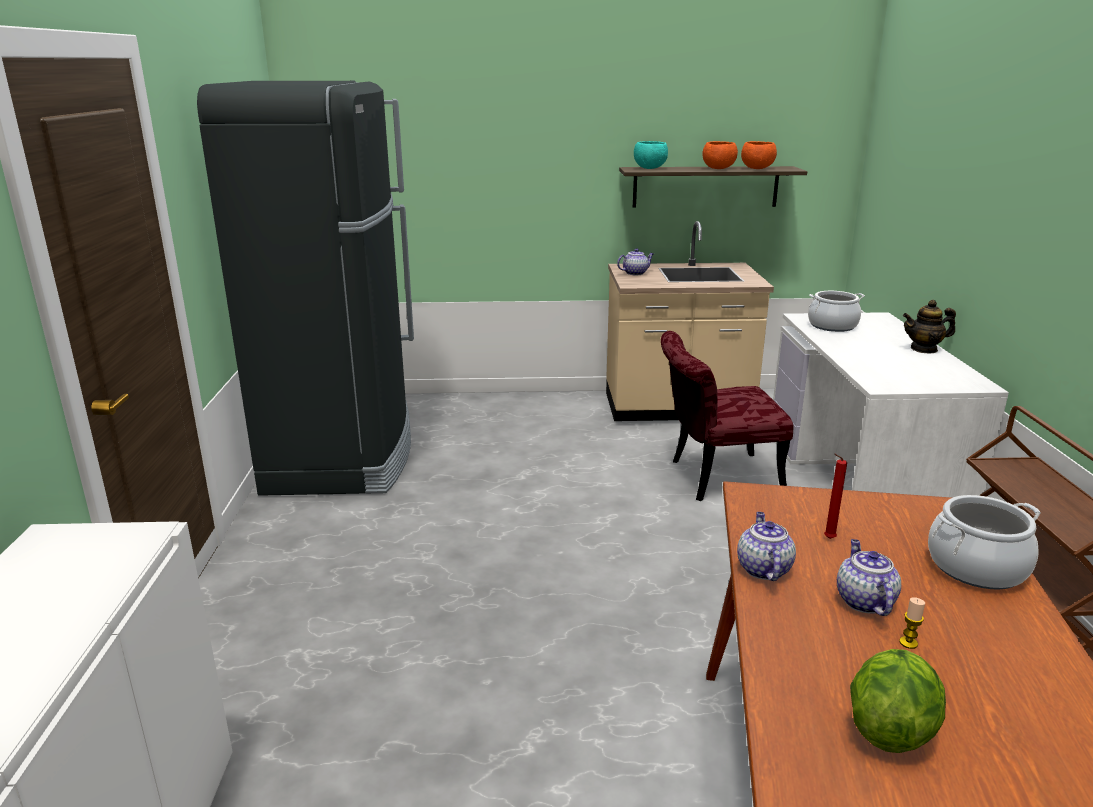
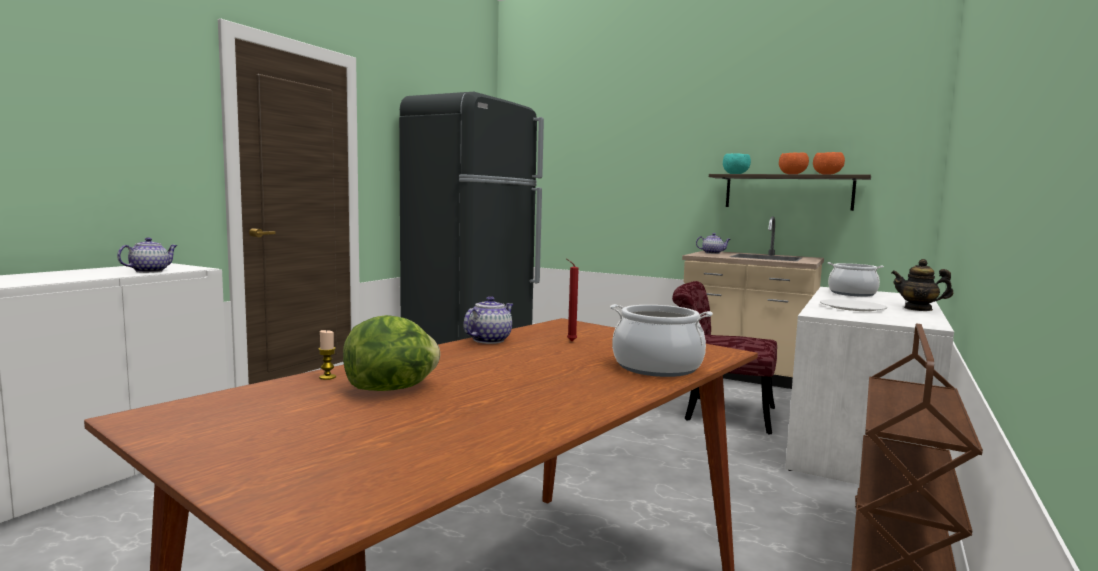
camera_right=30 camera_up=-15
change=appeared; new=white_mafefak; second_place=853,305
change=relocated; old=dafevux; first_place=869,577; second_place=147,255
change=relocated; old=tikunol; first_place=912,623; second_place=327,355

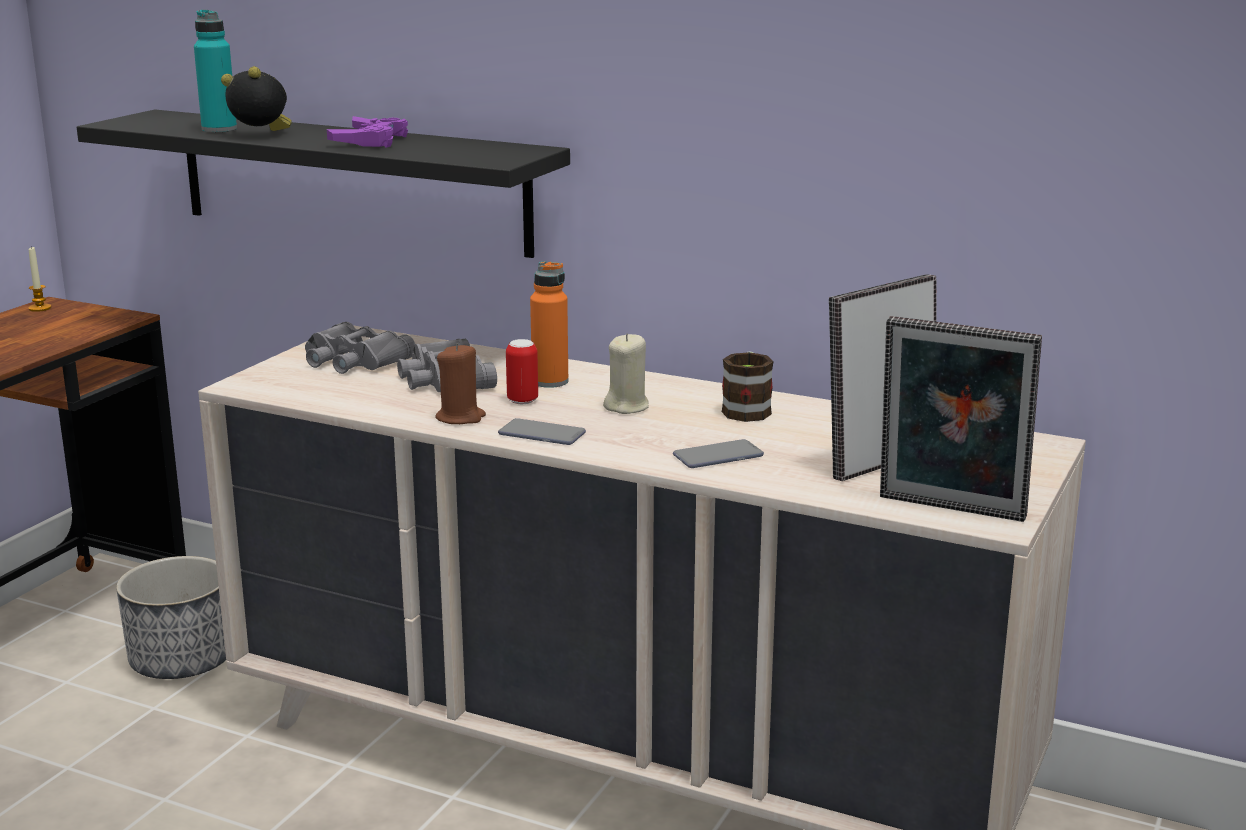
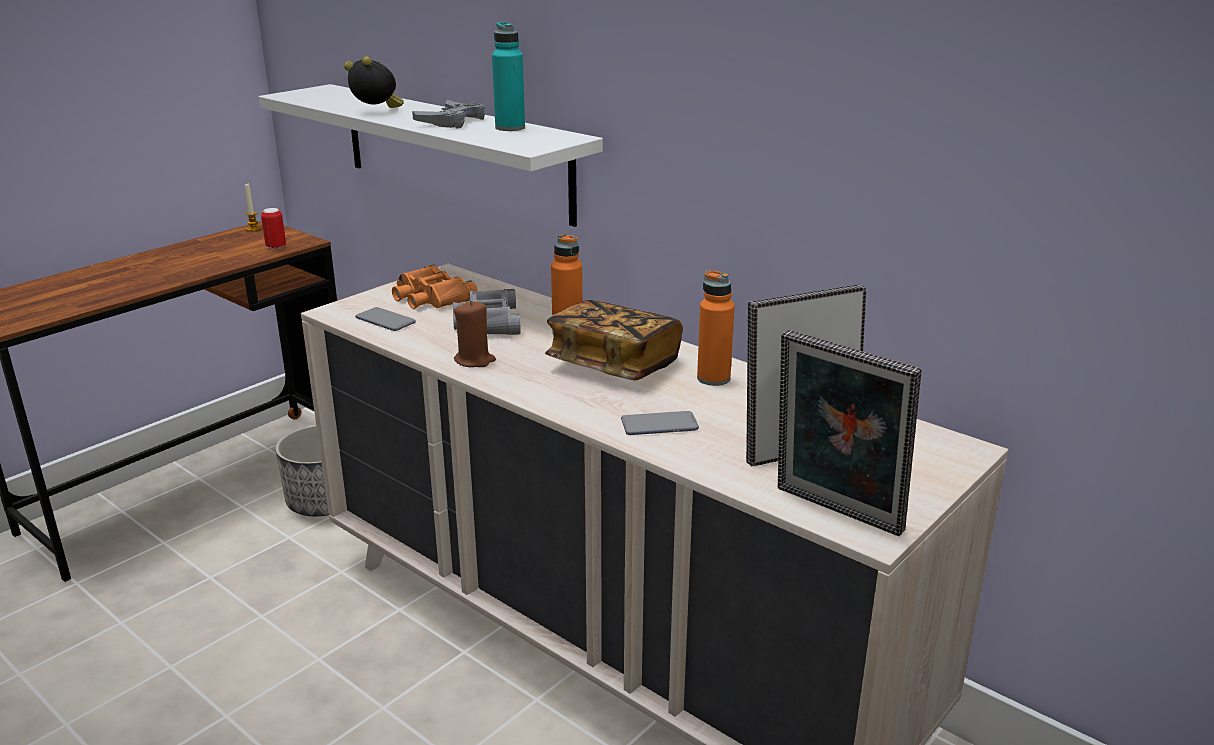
camera_right=15 camera_up=5
change=relocated; old=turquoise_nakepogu; first_place=215,71; second_place=508,76
change=relocated; old=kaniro; first_place=542,431; second_place=385,319
change=relocated; old=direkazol; first_place=522,371; second_place=273,229
change=exchanged; old=beige_tikunol; new=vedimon; first_place=626,373; second_place=614,340
change=exchanged; old=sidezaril; new=orange_nakepogu; first_place=748,386; second_place=716,328
change=colour; old=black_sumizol; new=white_sumizol; first_place=323,183; second_place=431,155
change=colour; old=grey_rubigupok; new=orange_rubigupok; first_place=360,348; second_place=435,287
change=colour; old=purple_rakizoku; new=grey_rakizoku; first_place=367,132; second_place=448,114

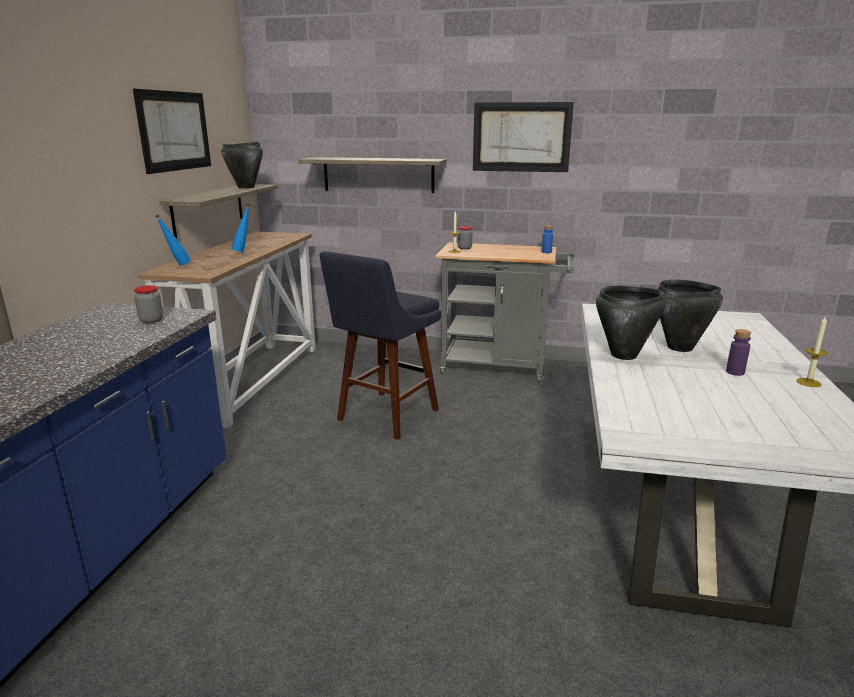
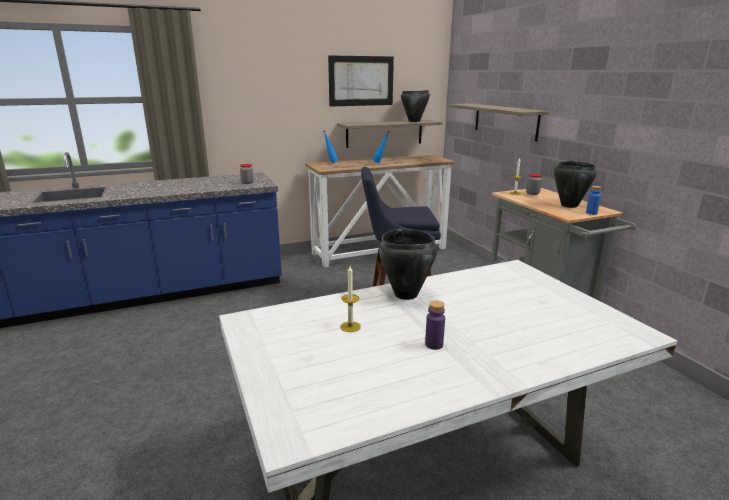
camera_right=55 camera_up=0
change=missing; old=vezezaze; first_place=523,137
change=relocated; old=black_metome; first_place=690,315; second_place=575,184
change=relocated; old=tikunol; first_place=812,351; second_place=350,299

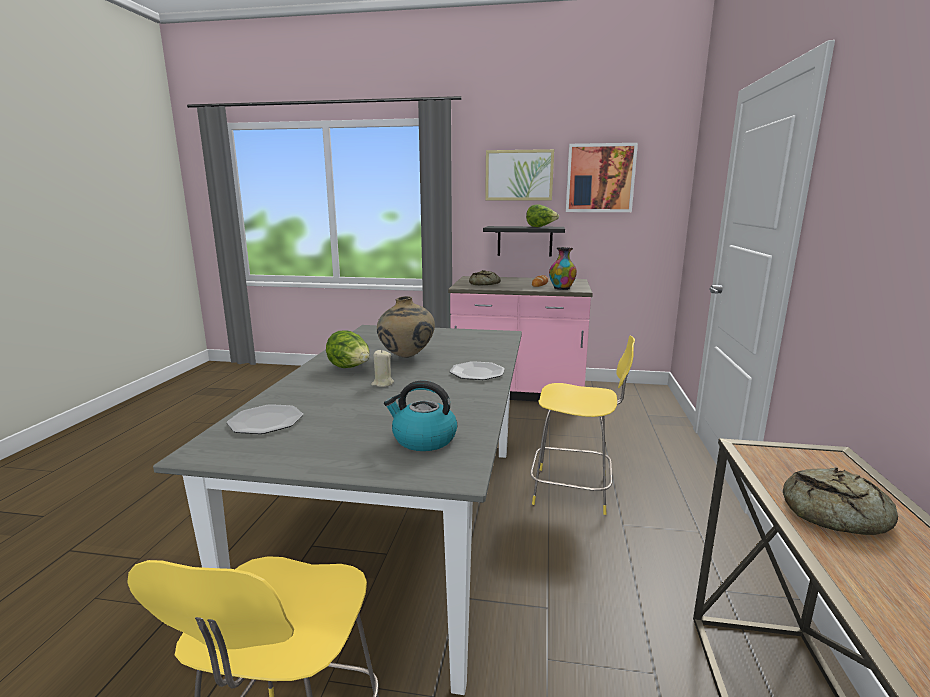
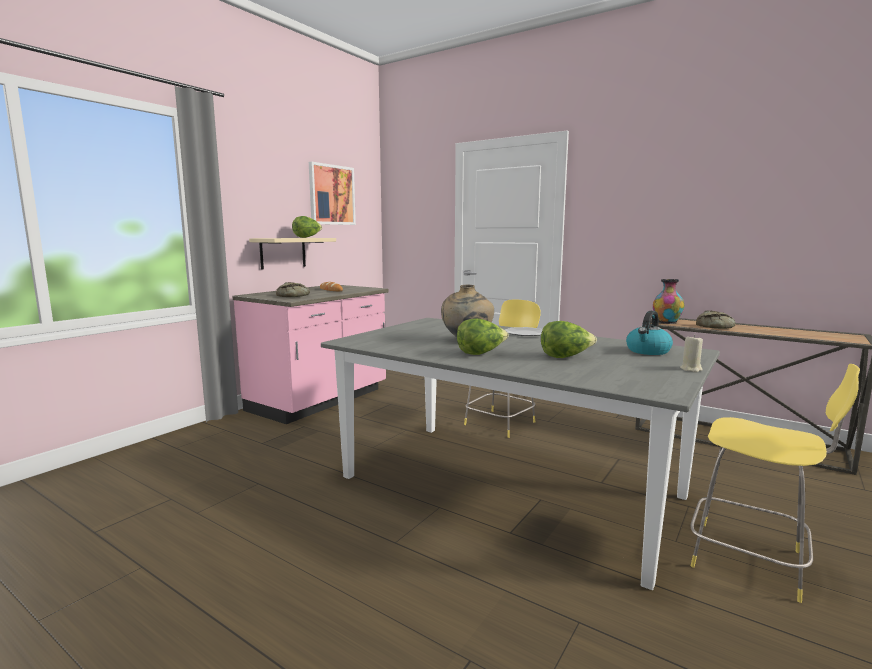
camera_right=-65 camera_up=-5
change=missing; old=mafefak; first_place=265,419
change=missing; old=vezezaze; first_place=519,174
change=appeared; new=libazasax; second_place=569,339
change=relocated; old=beige_tikunol; first_place=382,368; second_place=691,353
change=relocated; old=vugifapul; first_place=563,268; second_place=668,301
change=colour; old=black_sumizol; new=beige_sumizol; first_place=524,241; second_place=292,254

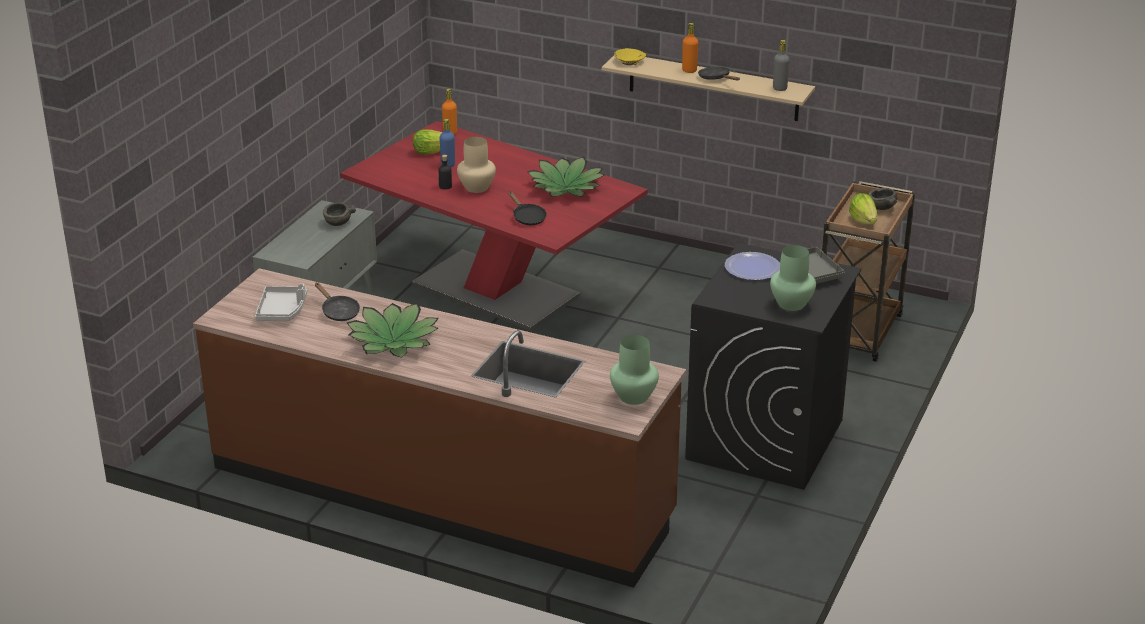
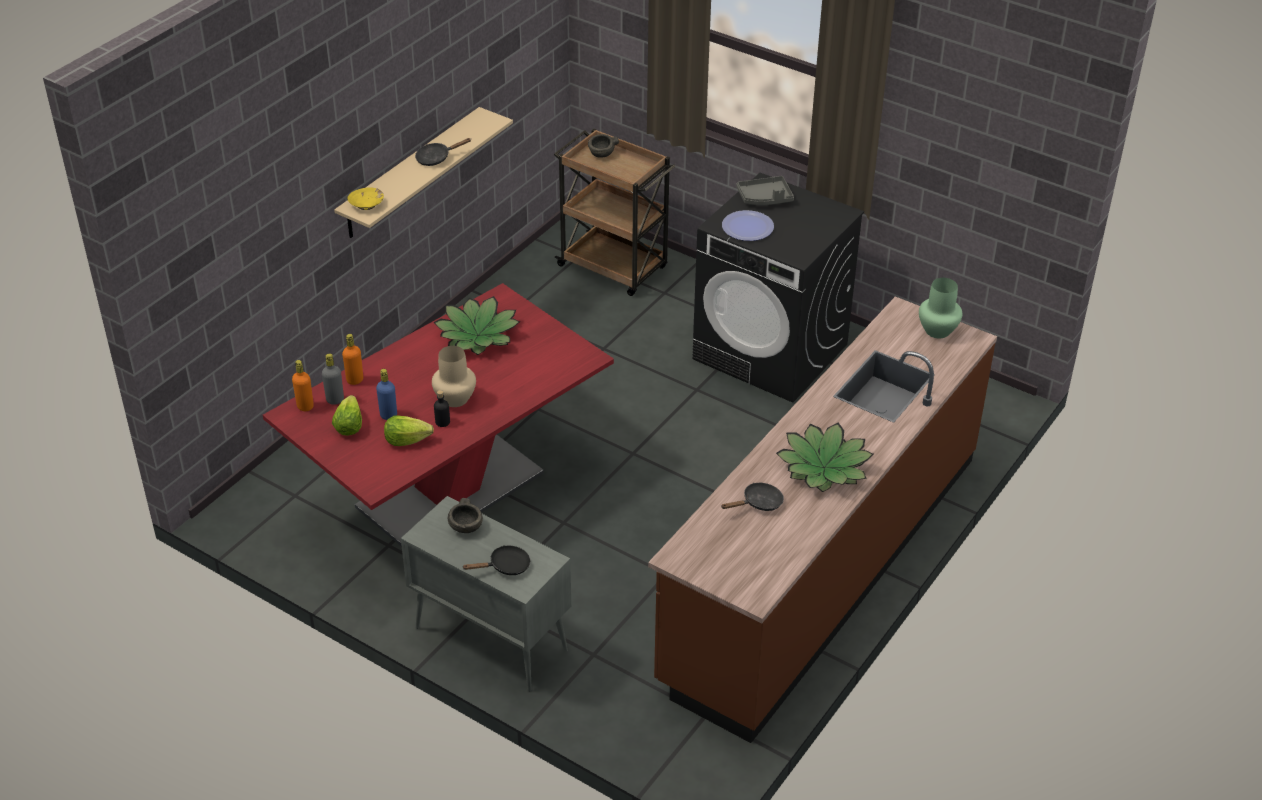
camera_right=-80 camera_up=10
change=missing; old=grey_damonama; first_place=281,302
change=missing; old=green_vugifapul; first_place=793,278
change=relocated; old=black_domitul; first_place=527,208; second_place=496,560
change=relocated; old=orange_nakepogu; first_place=690,48; second_place=352,359
change=relocated; old=grey_nakepogu; first_place=781,65; second_place=333,379
change=relocated; old=libazasax; first_place=863,209; second_place=409,431

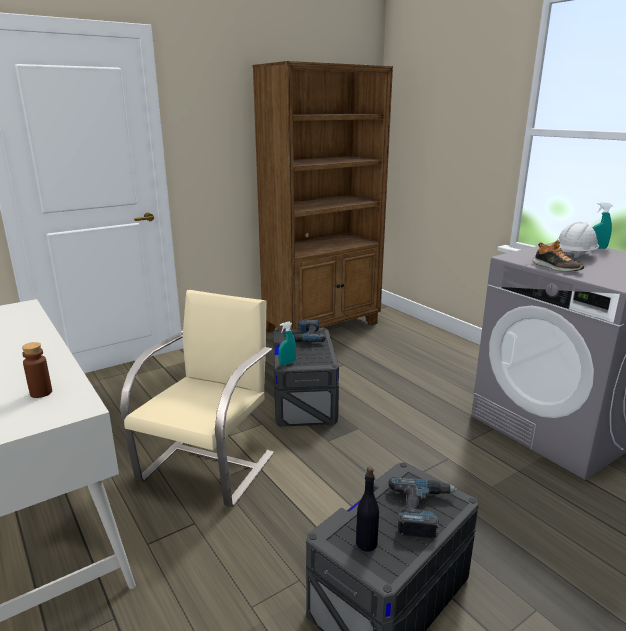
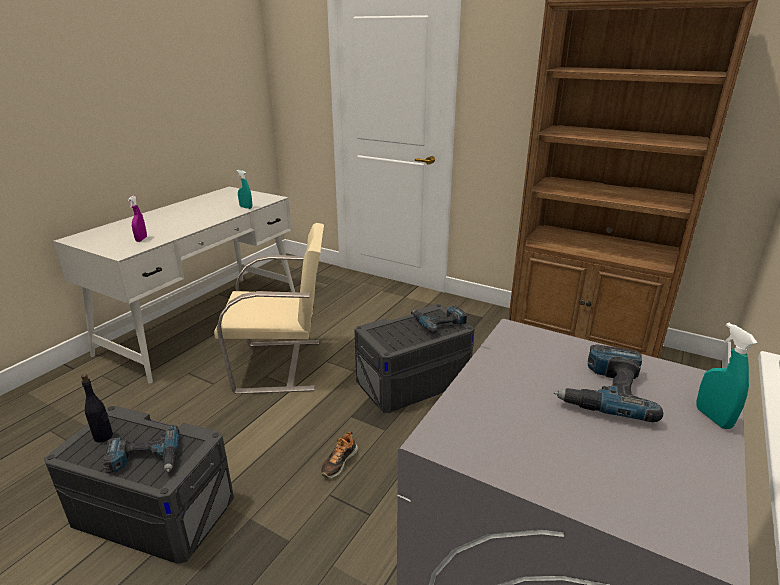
camera_right=65 camera_up=5
change=relocated; old=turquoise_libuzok; first_place=287,343; second_place=244,189
change=relocated; old=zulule; first_place=558,256; second_place=339,455
change=exchanged; old=brown_nakepogu; new=purple_libuzok; first_place=37,370; second_place=137,219
change=exchanged; old=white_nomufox; new=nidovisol; first_place=578,240; second_place=608,383

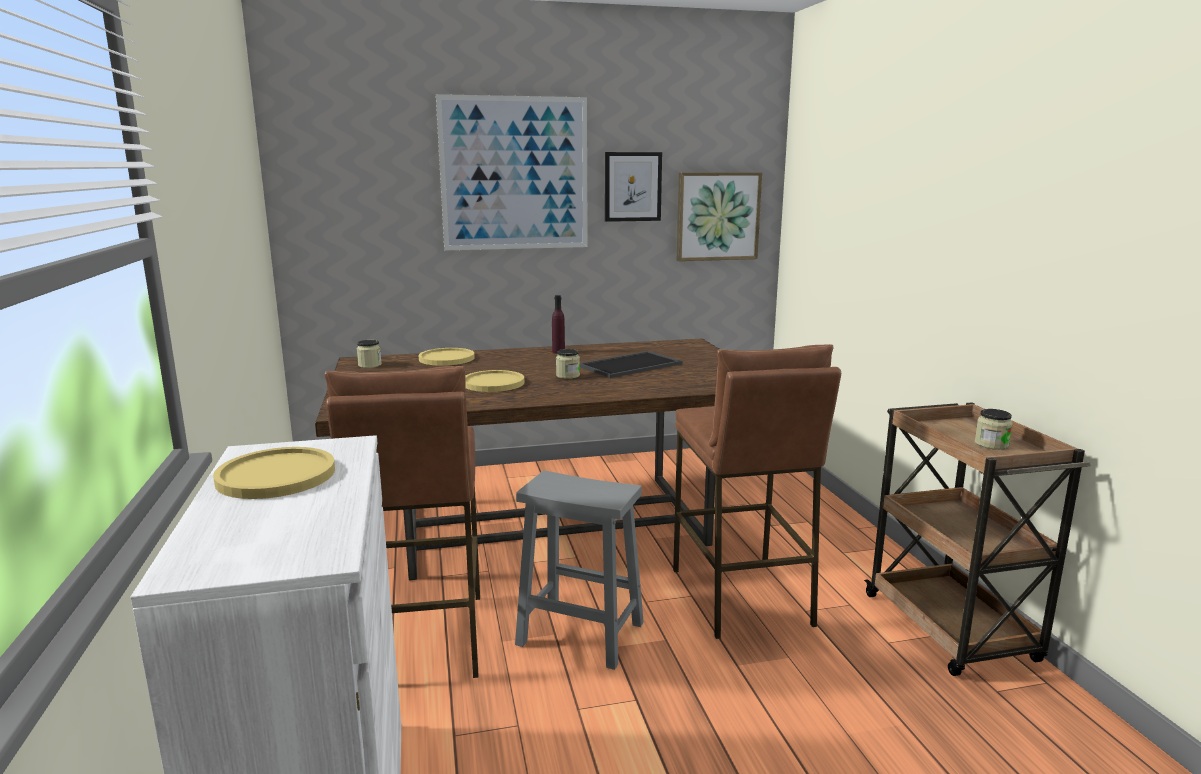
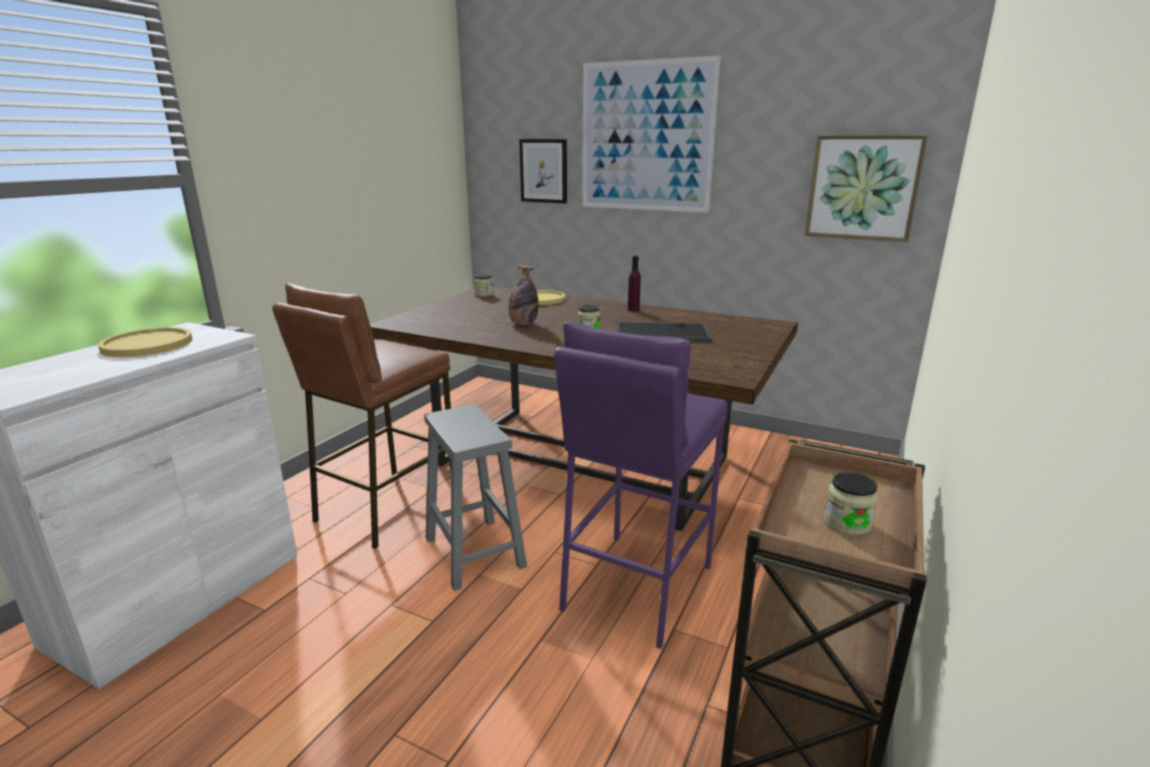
camera_right=40 camera_up=5
change=relocated; old=vezezaze; first_place=633,187; second_place=543,171
change=exchanged; old=yellow_mafefak; new=nakepogu; first_place=494,381; second_place=523,295
change=colour; old=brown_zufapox; new=purple_zufapox; first_place=757,491; second_place=641,485

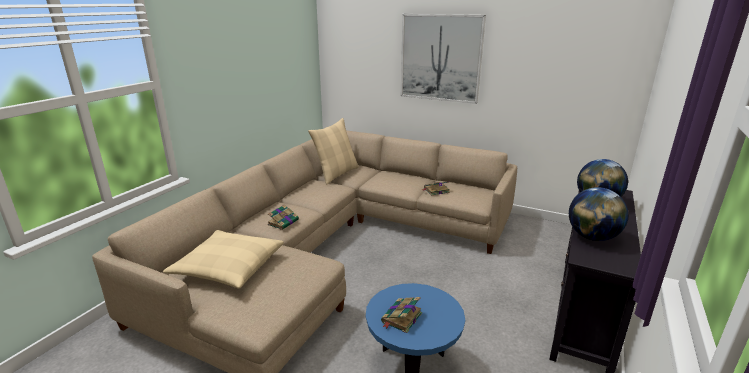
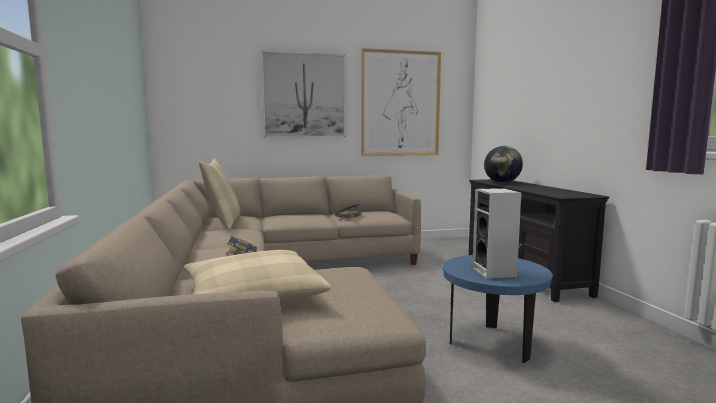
camera_right=-40 camera_up=-15
change=missing; old=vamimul; first_place=599,214
change=appeared; new=vezezaze; second_place=401,102
change=exchanged; old=vedimon; new=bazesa; first_place=401,315; second_place=496,233

